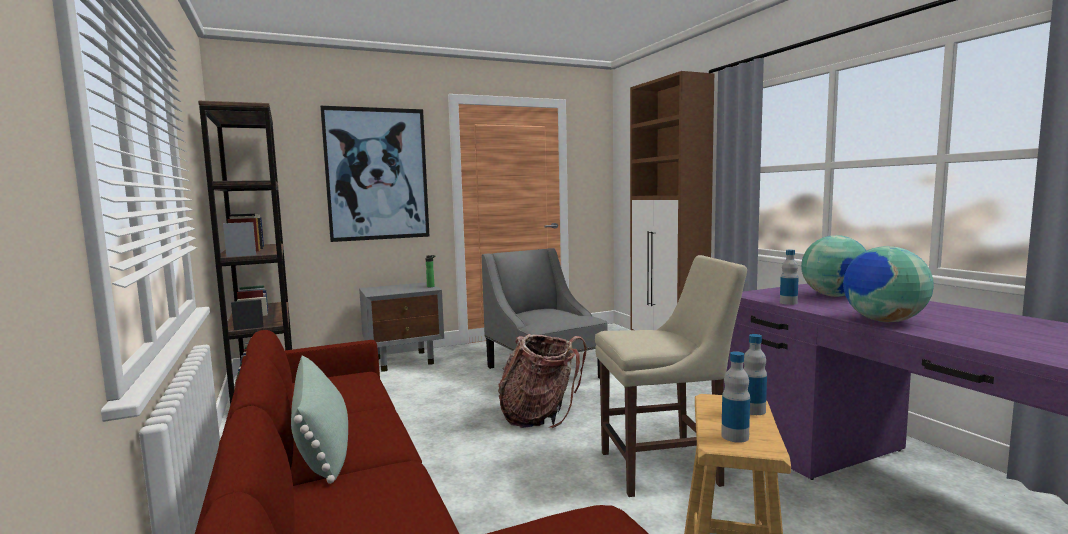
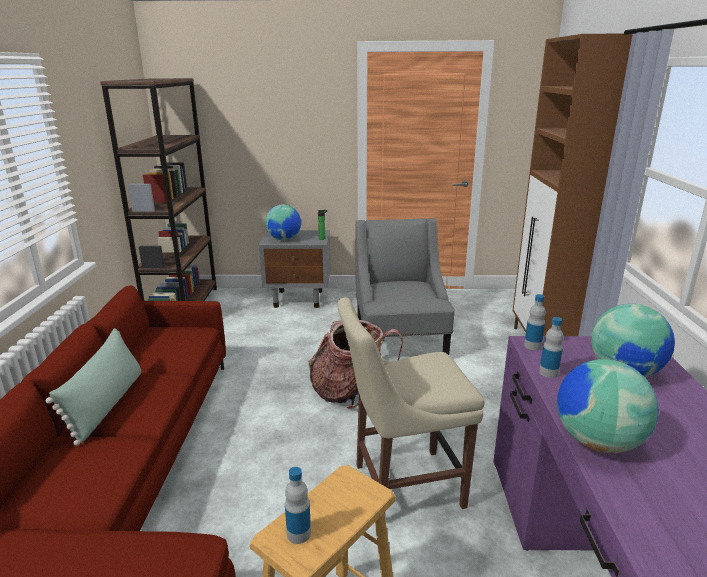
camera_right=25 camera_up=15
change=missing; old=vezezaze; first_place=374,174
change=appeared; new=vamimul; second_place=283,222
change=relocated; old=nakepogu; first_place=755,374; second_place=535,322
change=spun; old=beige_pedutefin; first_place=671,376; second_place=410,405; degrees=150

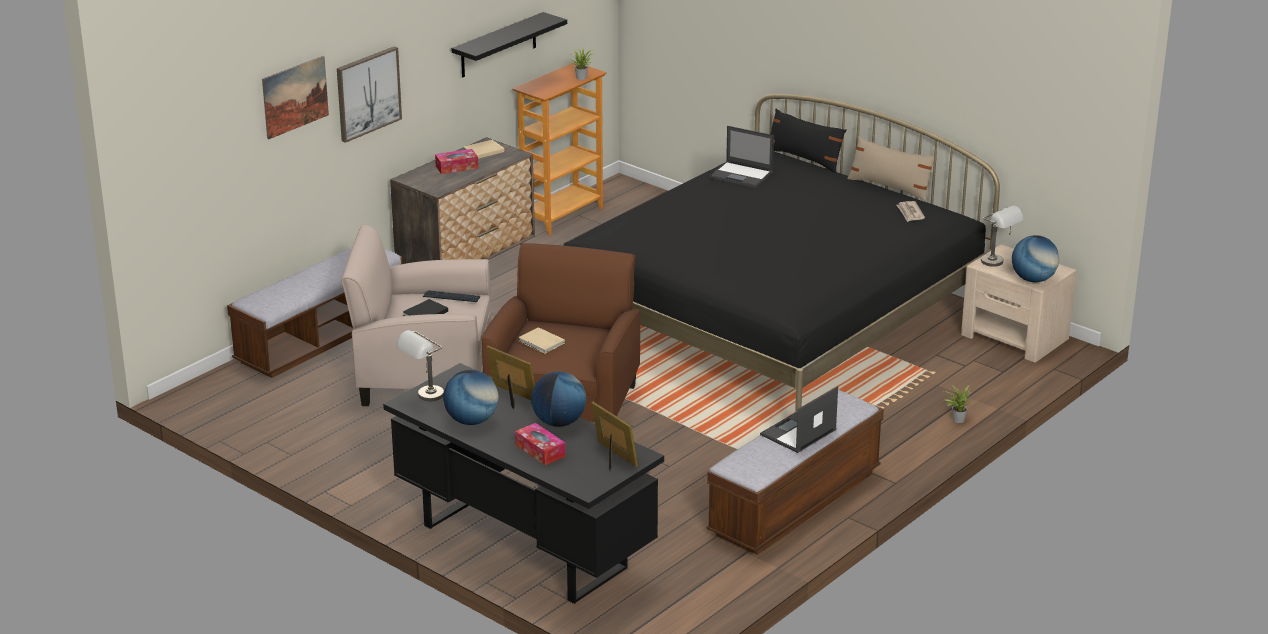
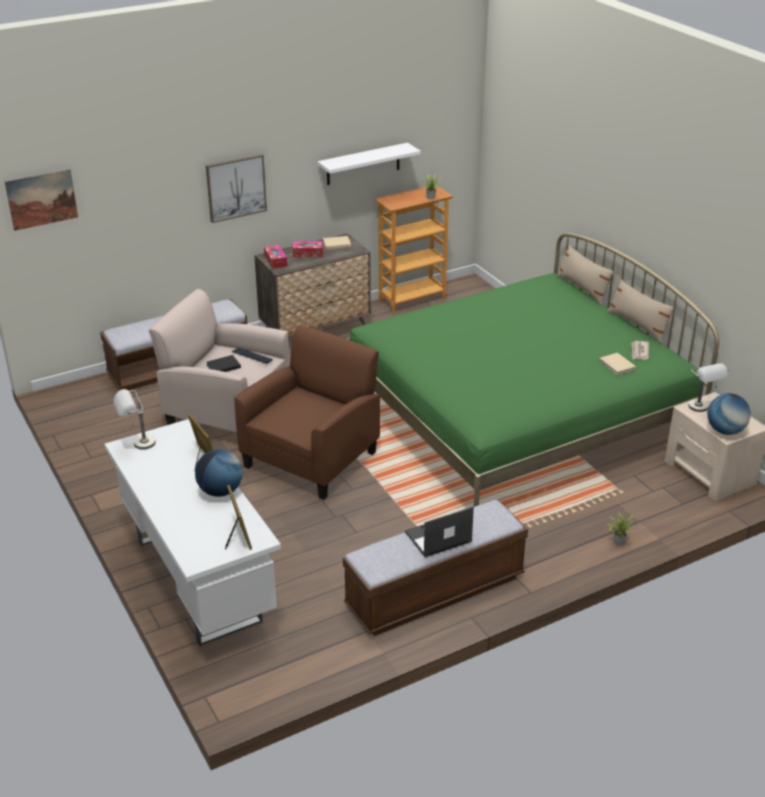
camera_right=20 camera_up=5
change=missing; old=vamimul; first_place=471,397
change=missing; old=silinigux; first_place=742,157
change=relocated; old=vezezaze; first_place=295,98; second_place=41,200
change=relocated; old=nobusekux; first_place=540,444; second_place=275,257
change=relocated; old=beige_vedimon; first_place=541,340; second_place=617,364
change=colour; old=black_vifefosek; new=white_vifefosek; first_place=523,483; second_place=193,532
change=colour; old=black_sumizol; new=white_sumizol; first_place=509,44; second_place=369,164
change=colour; old=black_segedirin; new=green_segedirin; first_place=781,253; second_place=534,369
change=colour; old=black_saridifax; new=beige_saridifax; first_place=808,141; second_place=585,275

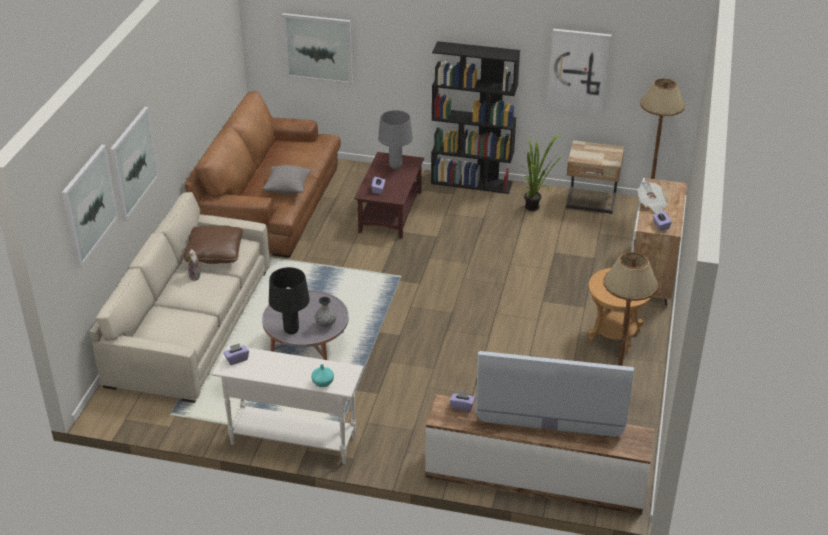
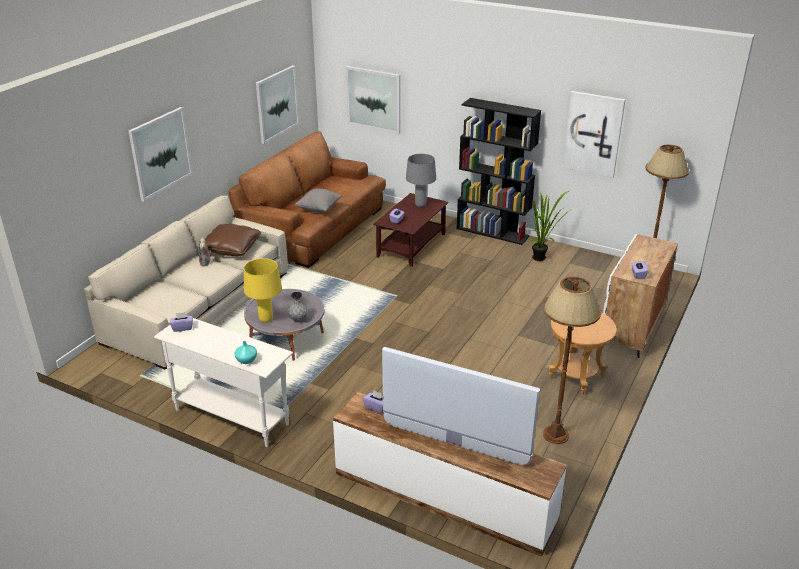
camera_right=15 camera_up=-5
change=missing; old=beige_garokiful; first_place=595,177
change=missing; old=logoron; first_place=653,197
change=relocated; old=vezezaze; first_place=90,206; second_place=277,104
change=colour; old=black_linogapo; new=yellow_linogapo; first_place=289,300; second_place=263,290

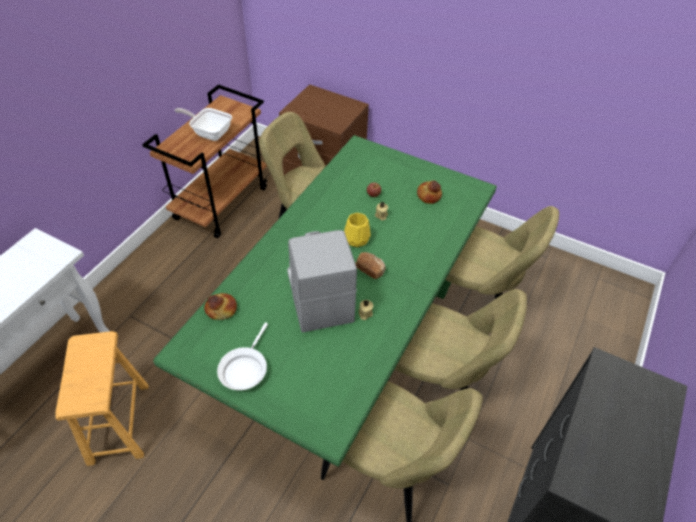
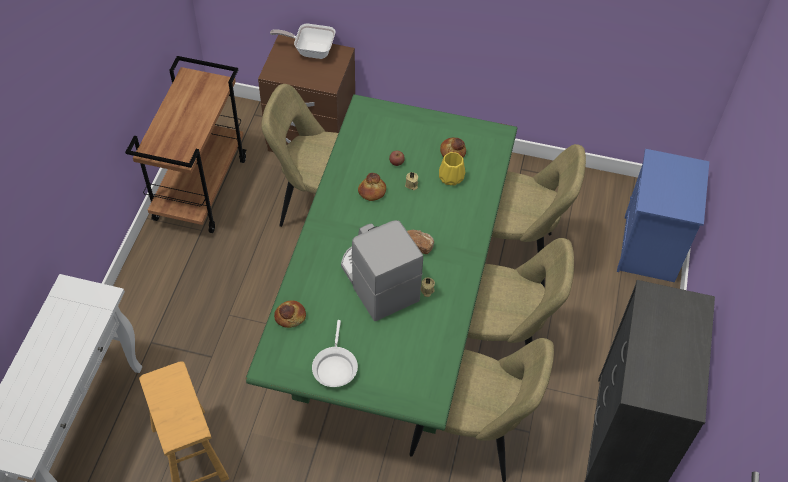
camera_right=-15 camera_up=5
change=appeared; new=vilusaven; second_place=372,187
change=appeared; new=blue_garokiful; second_place=663,215
change=relocated; old=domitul; first_place=203,124; second_place=302,41
change=relocated; old=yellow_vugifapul; first_place=357,230; second_place=452,169

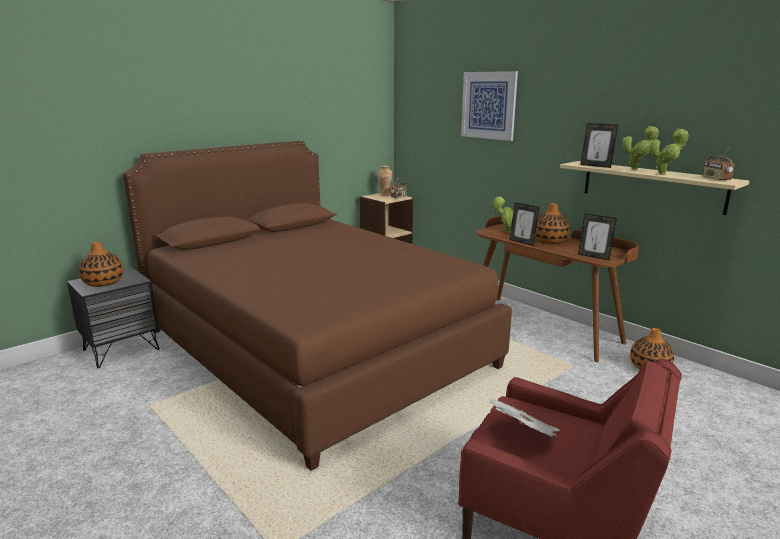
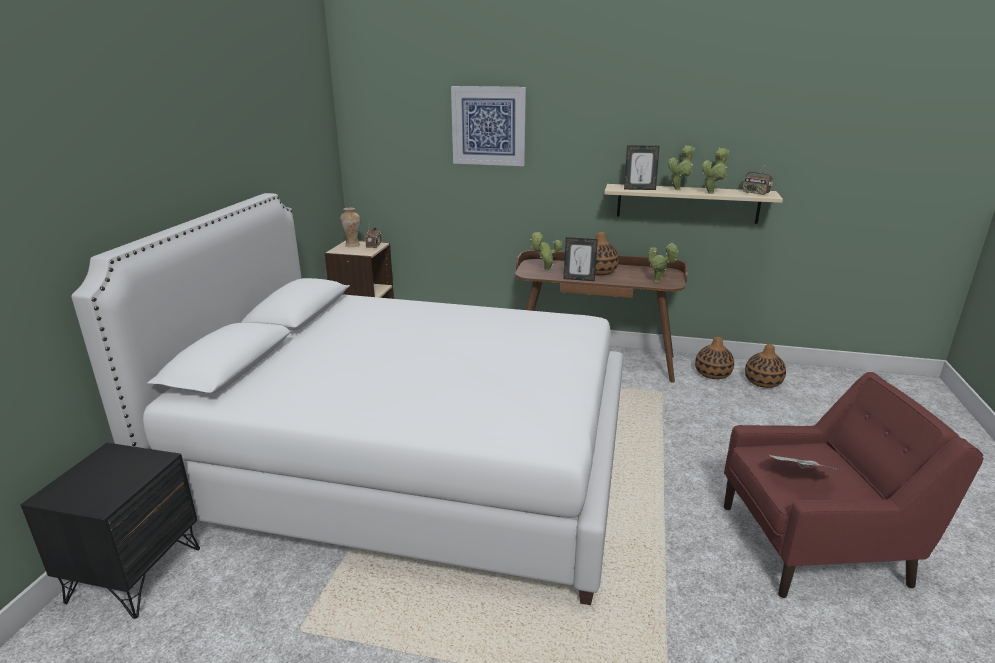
camera_right=-35 camera_up=5
change=relocated; old=vugifapul; first_place=101,264; second_place=765,366
change=exchanged; old=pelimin; new=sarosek; first_place=597,236; second_place=663,262
change=colour; old=brown_segedirin; new=white_segedirin; first_place=317,306; second_place=347,399

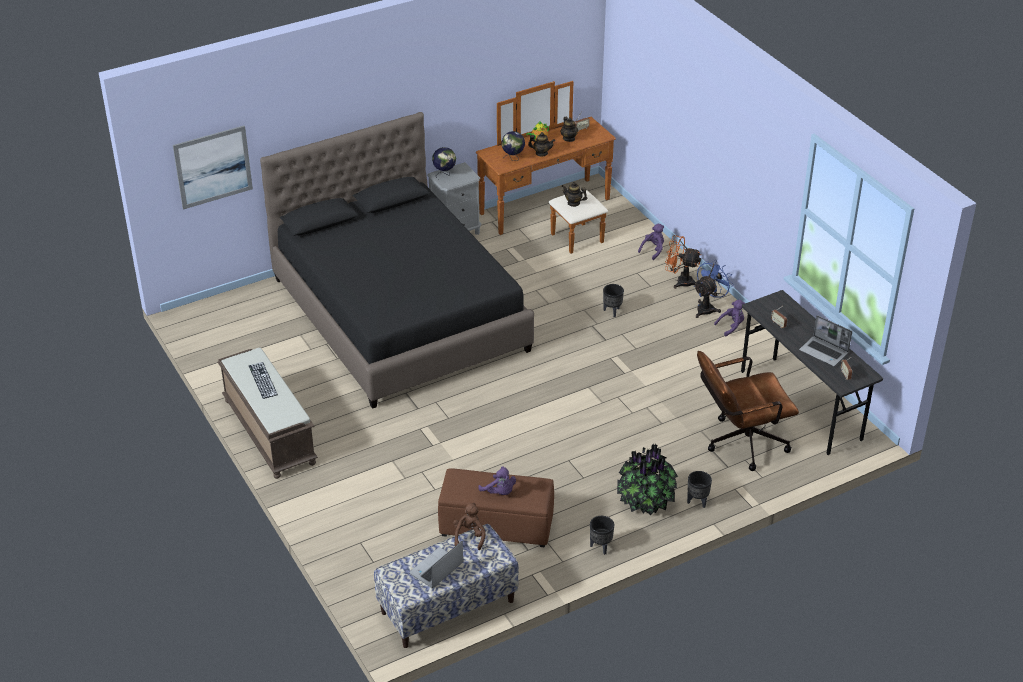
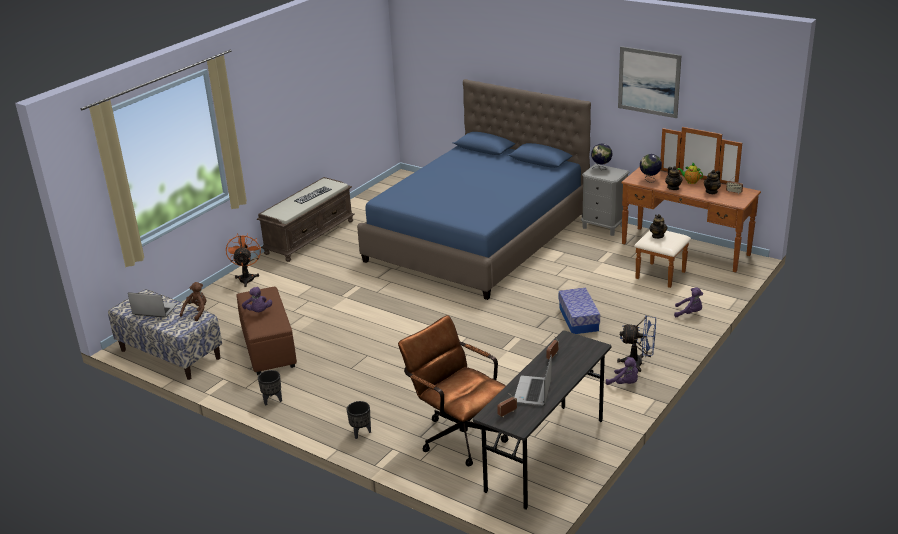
camera_right=65 camera_up=-10
change=missing; old=sarosek; first_place=647,479
change=relocated; old=vezezaze; first_place=213,168; second_place=650,82
change=relocated; old=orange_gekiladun; first_place=683,262; second_place=243,260
change=exchanged; old=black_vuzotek; new=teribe; first_place=613,300; second_place=579,311
change=colour; old=black_segedirin; new=blue_segedirin; first_place=397,260; second_place=474,189
change=spun; old=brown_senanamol; first_place=469,526; second_place=193,301; degrees=-45
change=spun; old=purple_senanamol; first_place=497,480; second_place=257,299; degrees=-45

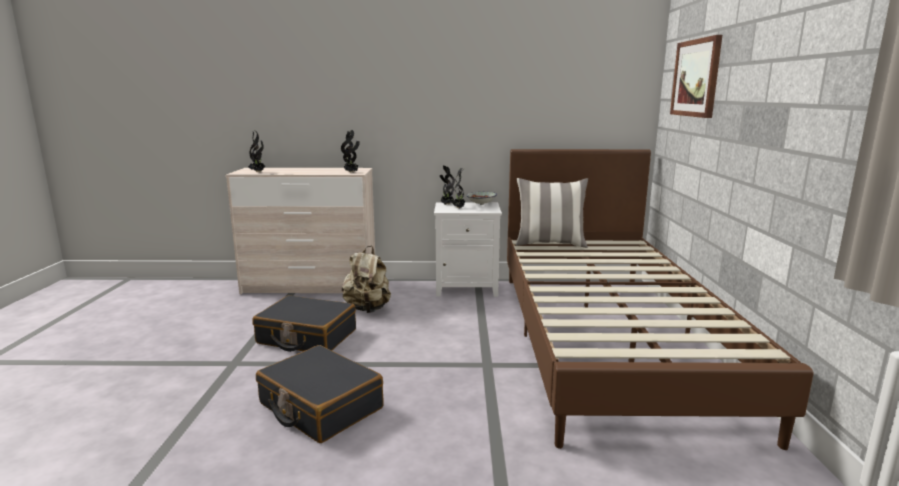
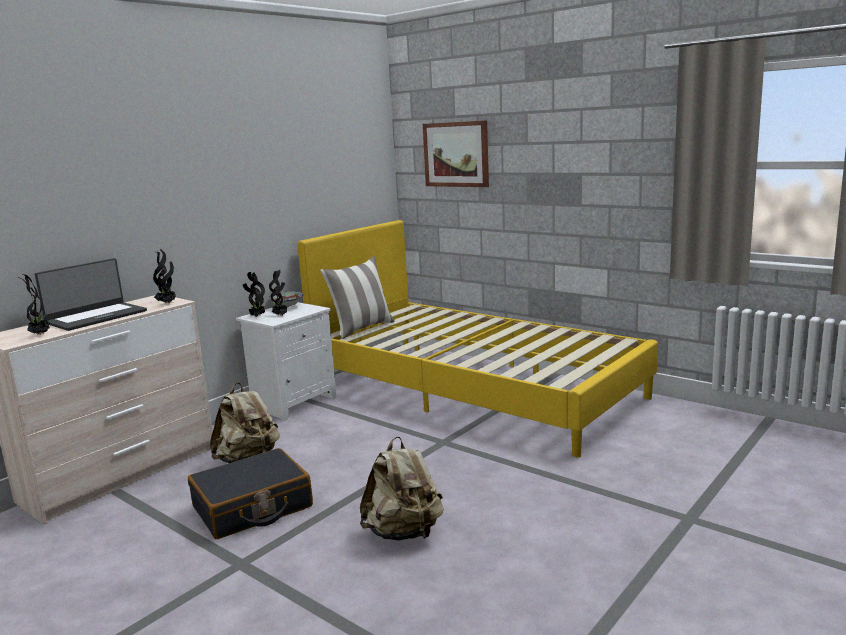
camera_right=-50 camera_up=0
change=appeared; new=silinigux; second_place=91,294
change=exchanged; old=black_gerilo; new=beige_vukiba; first_place=320,394; second_place=402,488
change=colour; old=brown_segedirin; new=yellow_segedirin; first_place=660,299; second_place=477,338

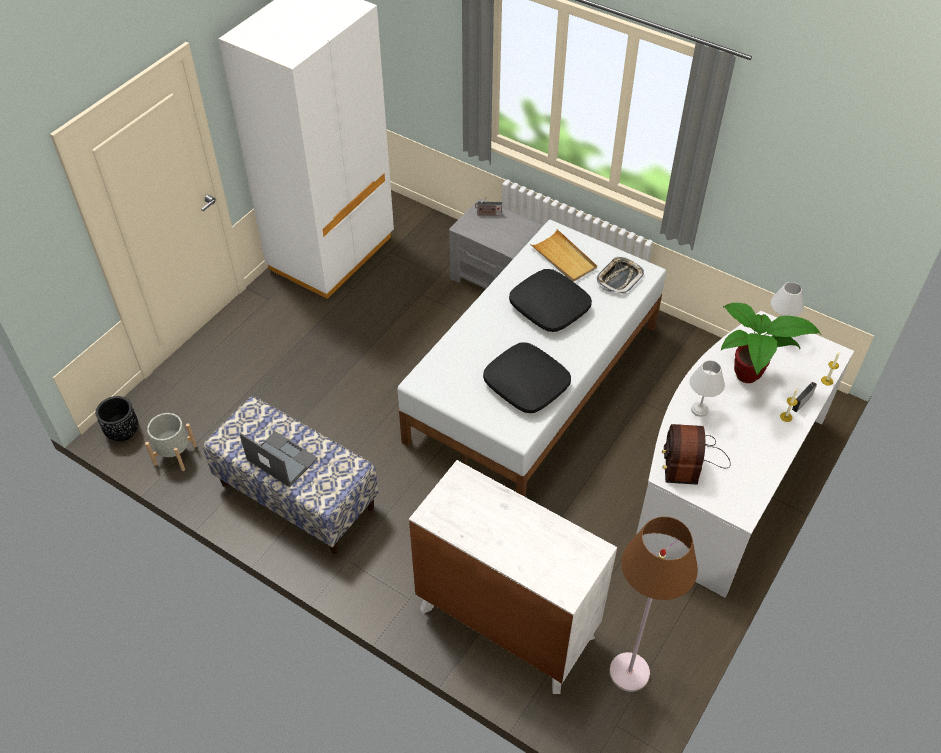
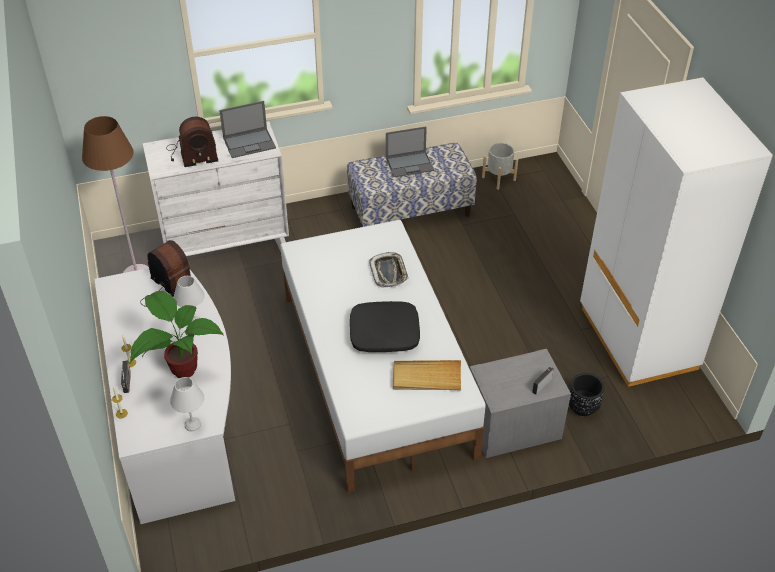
camera_right=130 camera_up=-5
change=missing; old=black_saridifax; first_place=527,377
change=appeared; new=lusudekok; second_place=192,142
change=appeared; new=silinigux; second_place=247,129
change=relocated; old=black_vuzotek; first_place=117,419; second_place=587,394
change=relocated; old=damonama; first_place=620,275; second_place=389,269

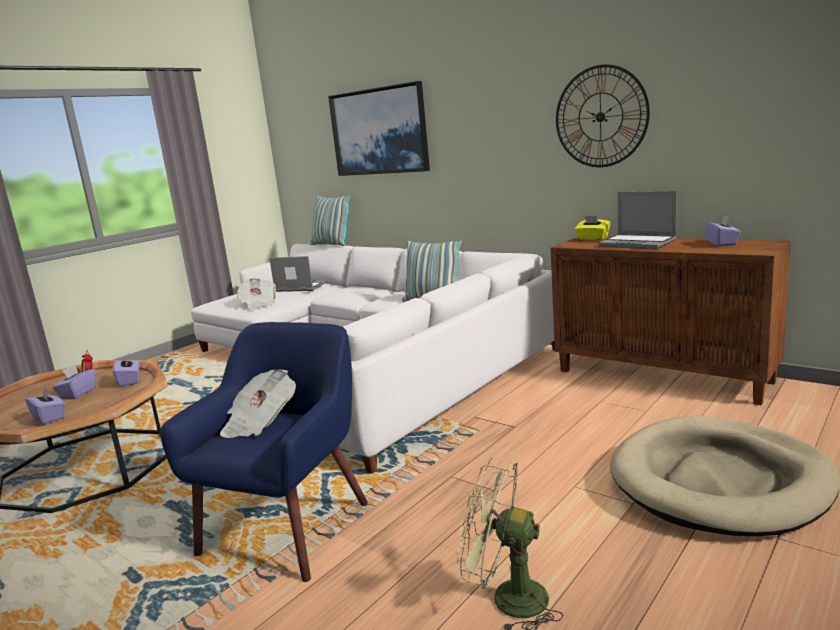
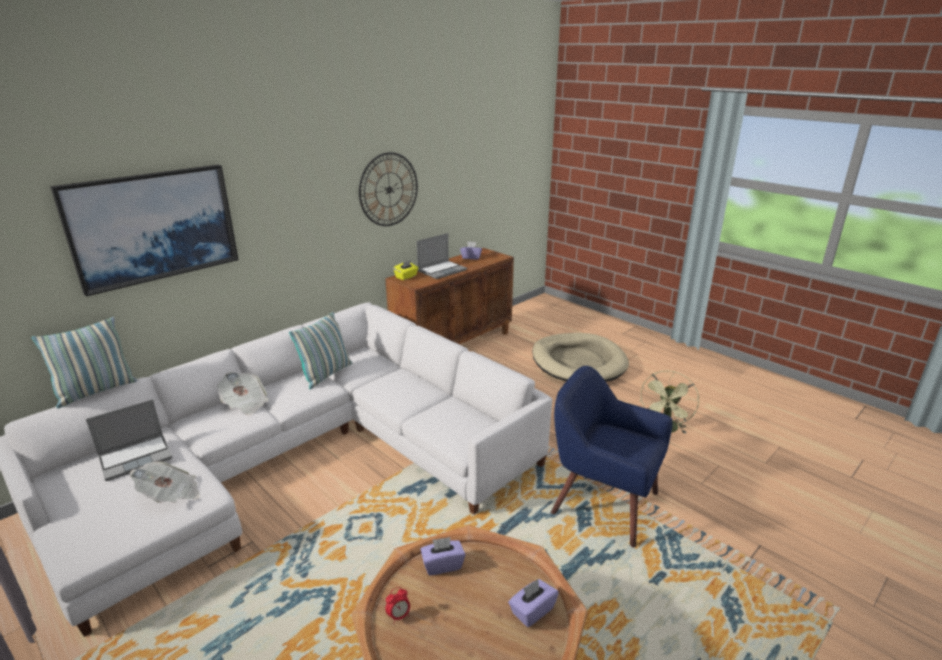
camera_right=-85 camera_up=10
change=missing; old=purple_nobusekux; first_place=74,381
change=relocated; old=logoron; first_place=258,404; second_place=243,393
change=spun; old=silinigux; first_place=298,274; second_place=129,440; degrees=-150

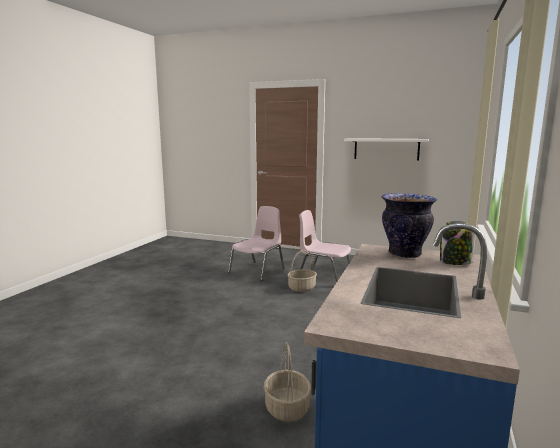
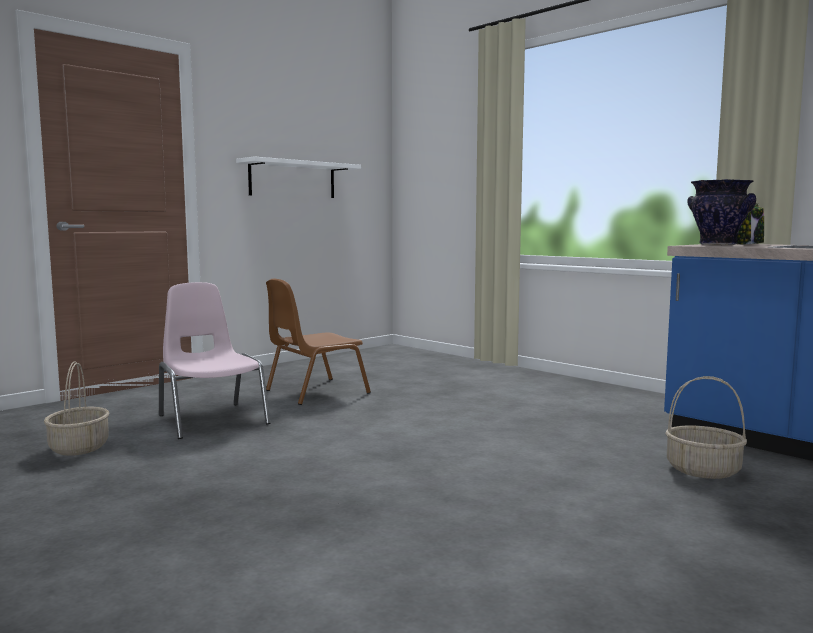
camera_right=-65 camera_up=-5
change=relocated; old=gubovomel; first_place=302,271; second_place=76,408
change=colour; old=pink_pedutefin; new=brown_pedutefin; first_place=325,246; second_place=318,342

